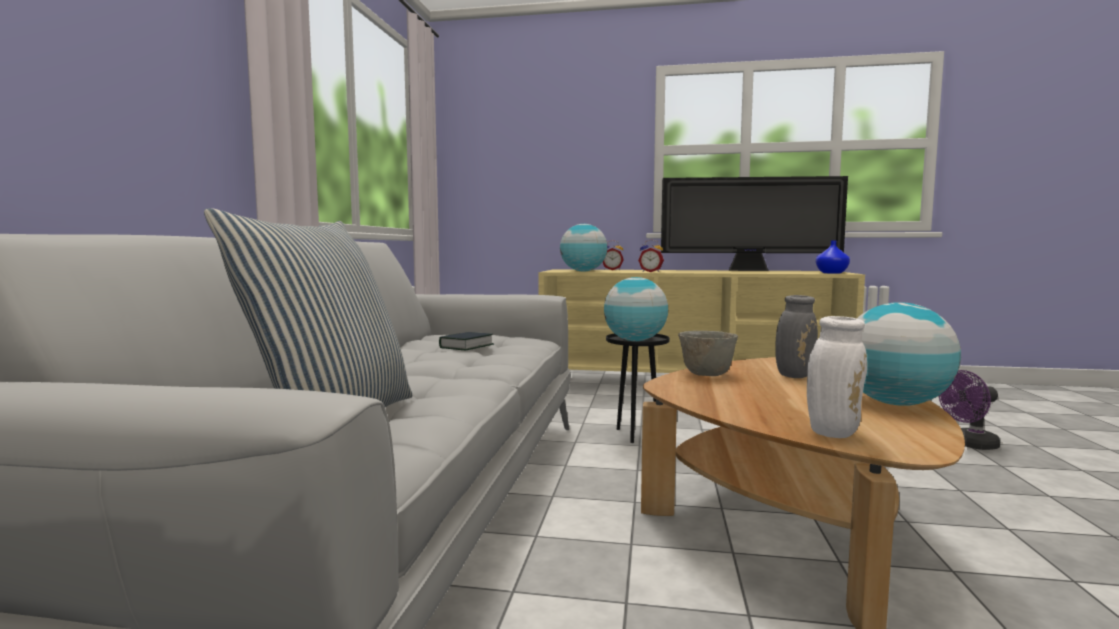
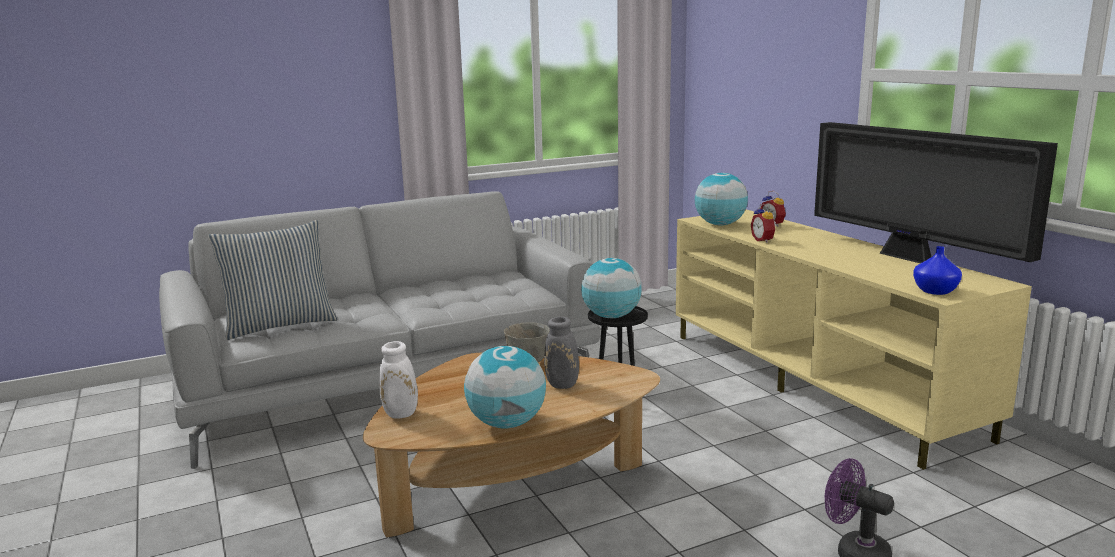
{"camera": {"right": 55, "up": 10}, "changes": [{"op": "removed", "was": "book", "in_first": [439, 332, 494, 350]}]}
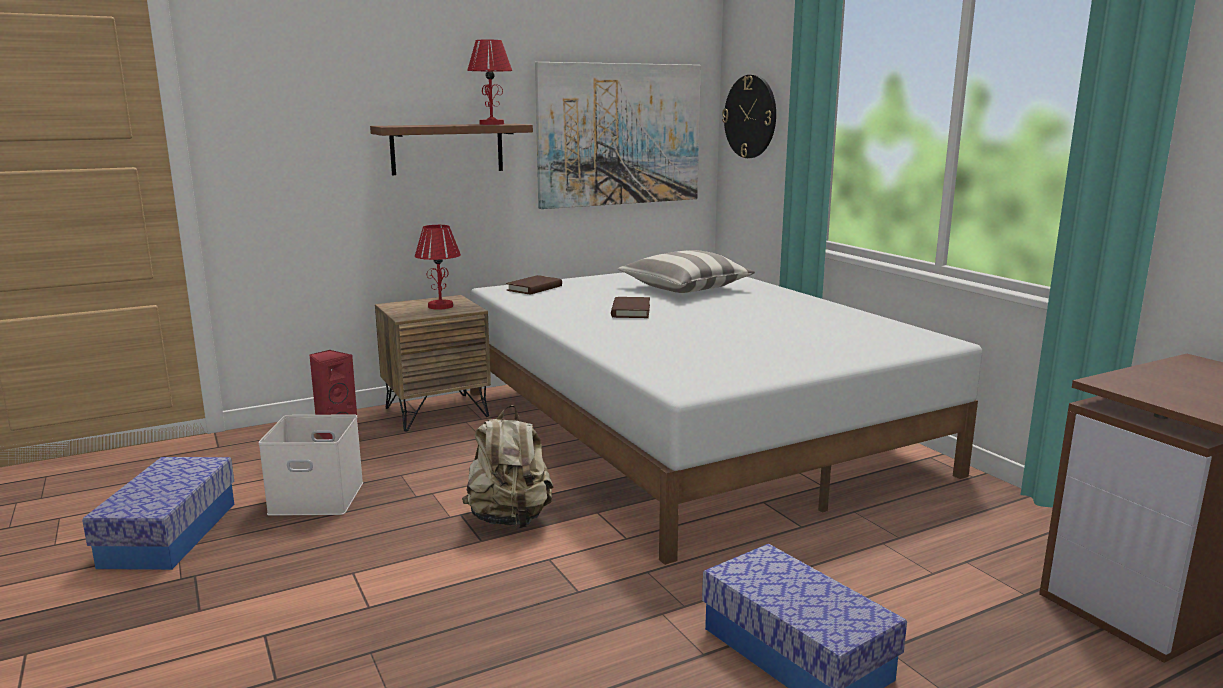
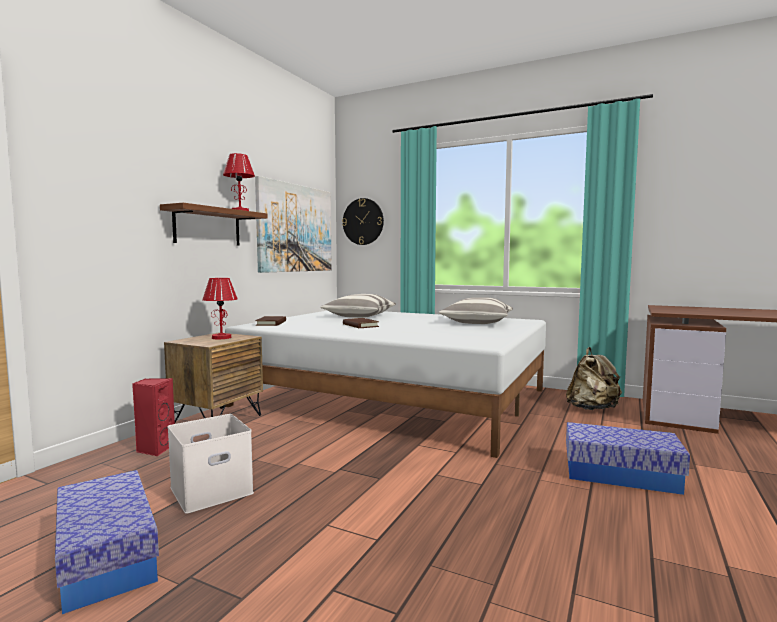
{"camera": {"right": -35, "up": -10}, "changes": [{"op": "moved", "was": "beige rucksack", "in_first": [462, 405, 553, 528], "in_second": [566, 347, 622, 410]}, {"op": "added", "now": "throw pillow", "in_second": [439, 297, 513, 324]}]}
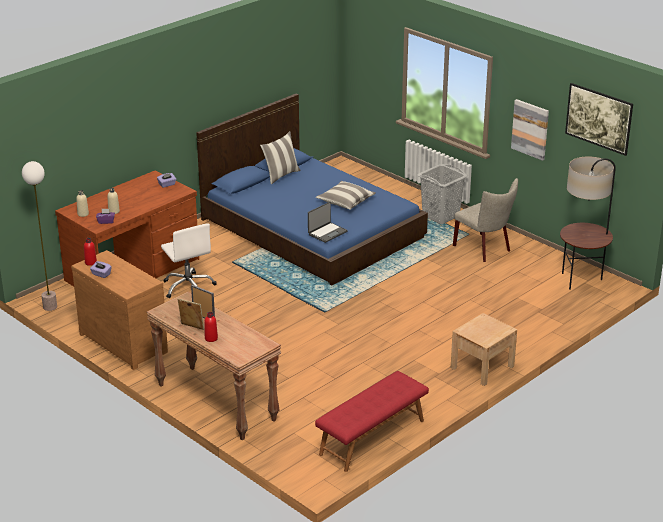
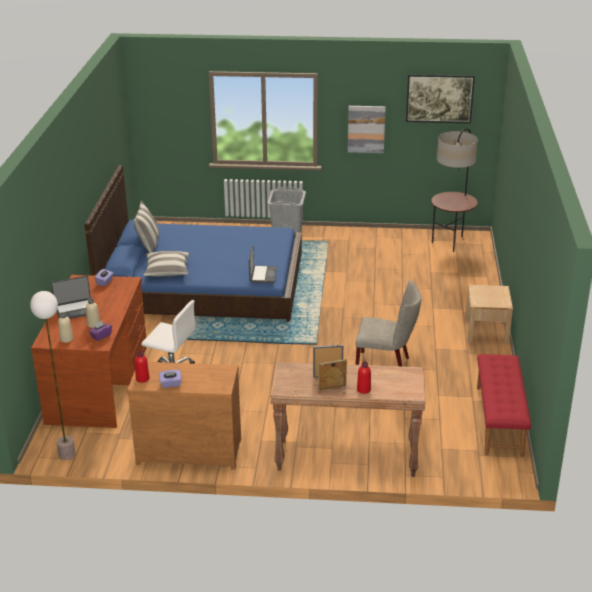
{"camera": {"right": -40, "up": 0}, "changes": [{"op": "moved", "was": "throw pillow", "in_first": [316, 181, 376, 210], "in_second": [143, 251, 190, 277]}, {"op": "moved", "was": "beige plain chair", "in_first": [453, 178, 518, 262], "in_second": [355, 280, 422, 367]}, {"op": "added", "now": "notebook computer", "in_second": [51, 276, 91, 319]}]}
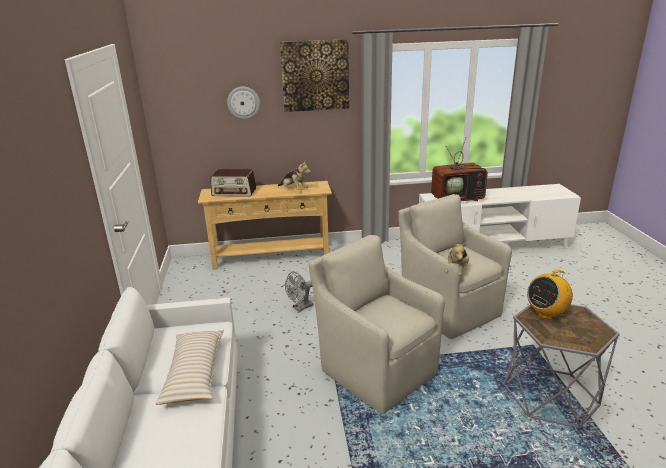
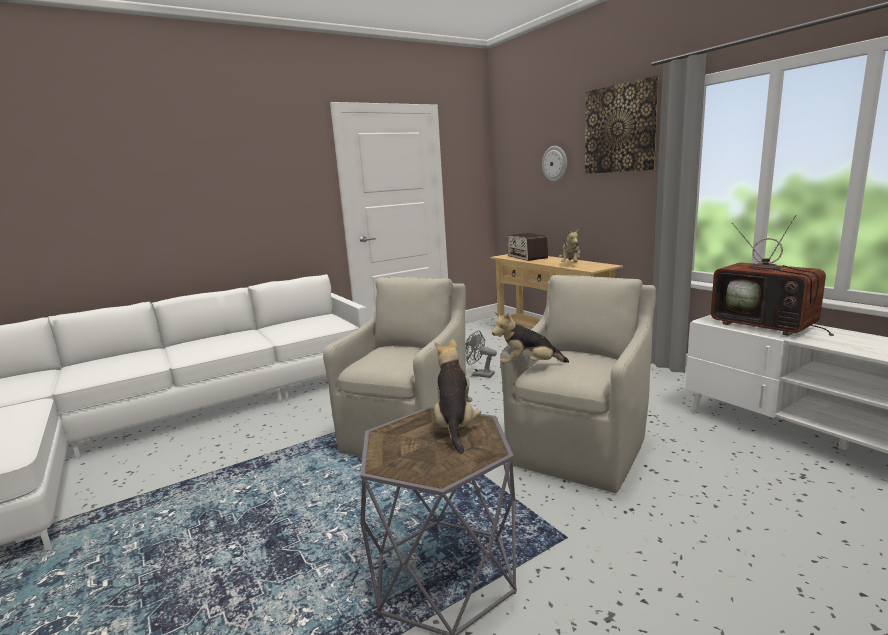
{"camera": {"right": 65, "up": -10}, "changes": [{"op": "removed", "was": "beige throw pillow", "in_first": [156, 330, 224, 405]}, {"op": "replaced", "was": "radio set", "now": "plush toy", "in_first": [527, 270, 573, 319], "in_second": [434, 339, 481, 454]}]}
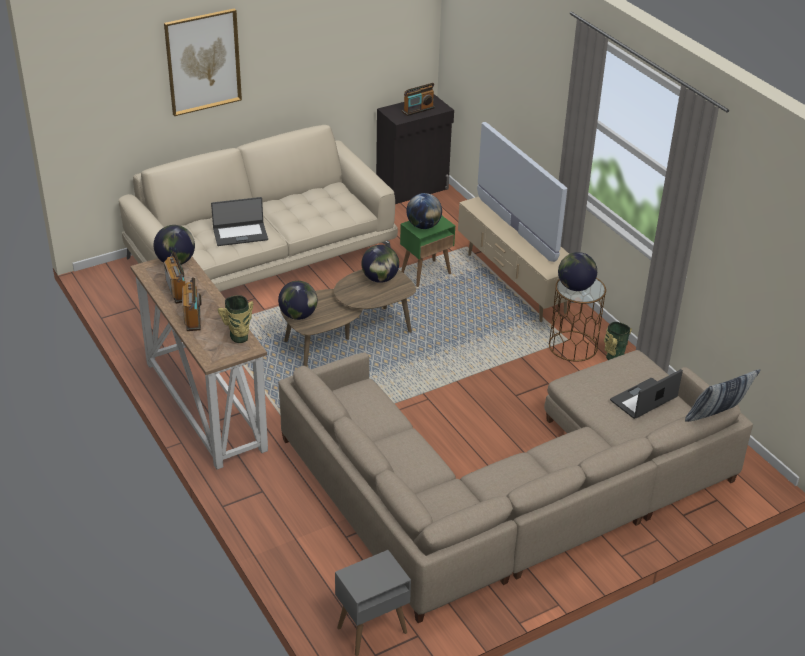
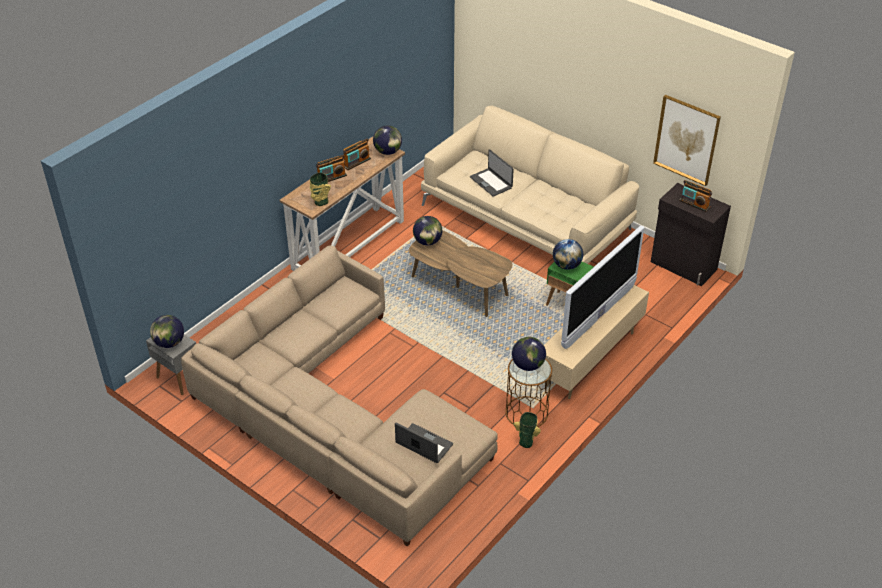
{"camera": {"right": 70, "up": 5}, "changes": [{"op": "moved", "was": "picture", "in_first": [164, 8, 242, 116], "in_second": [653, 95, 721, 186]}, {"op": "moved", "was": "world globe", "in_first": [361, 245, 399, 283], "in_second": [150, 315, 184, 348]}, {"op": "removed", "was": "throw pillow", "in_first": [685, 369, 760, 422]}]}
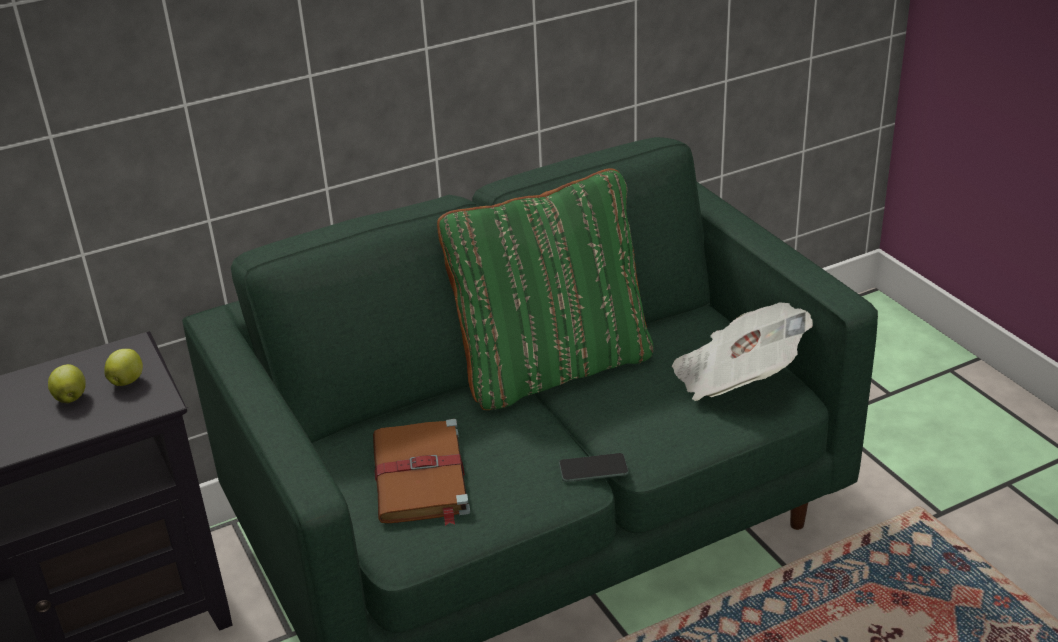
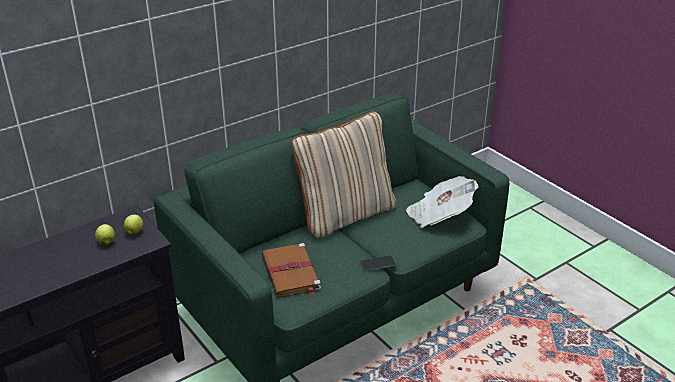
{"camera": {"right": -10, "up": 0}, "changes": [{"op": "recoloured", "was": "green throw pillow", "now": "beige throw pillow", "in_first": [437, 168, 653, 410], "in_second": [291, 111, 396, 238]}]}
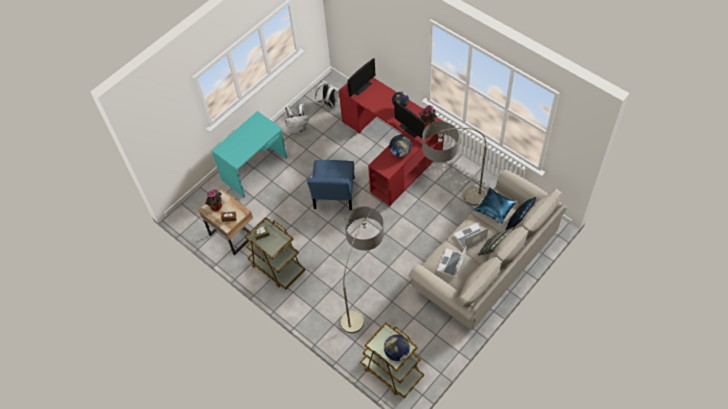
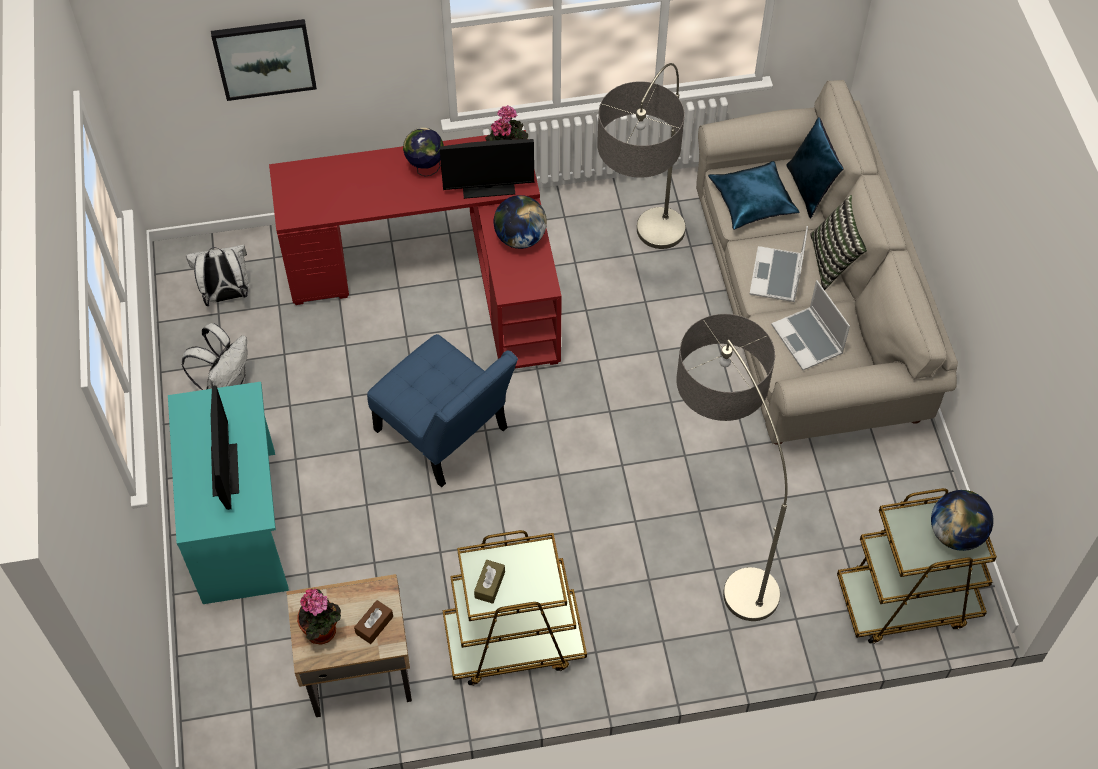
{"camera": {"right": -55, "up": 0}, "changes": [{"op": "moved", "was": "computer display", "in_first": [347, 58, 376, 97], "in_second": [211, 385, 239, 510]}, {"op": "added", "now": "picture", "in_second": [211, 19, 317, 101]}]}
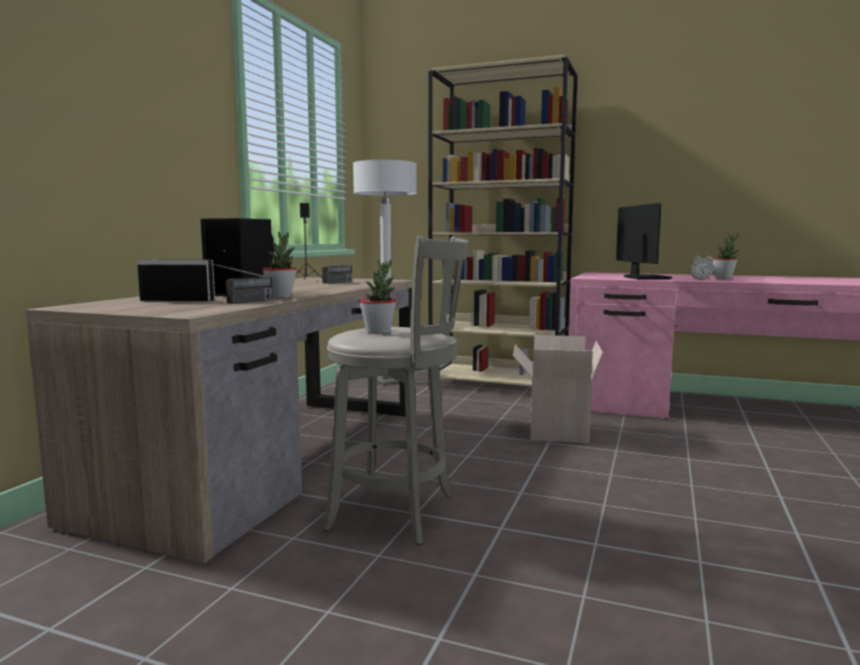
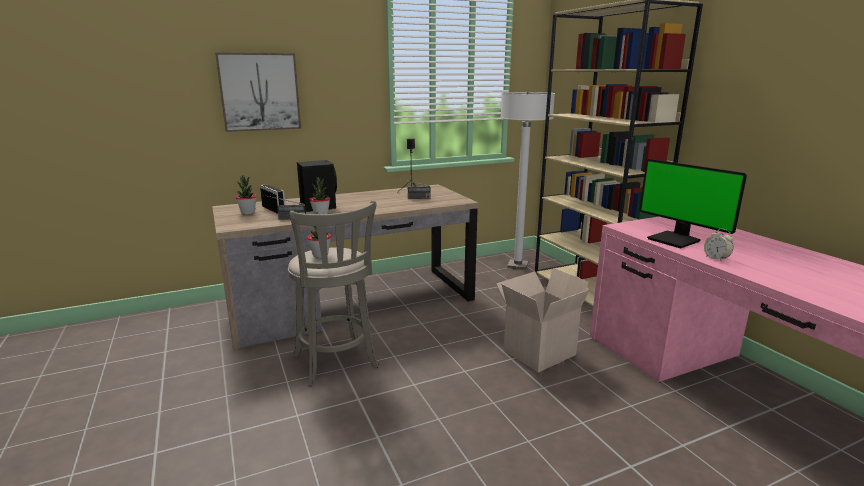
{"camera": {"right": 45, "up": 10}, "changes": [{"op": "turned", "was": "computer display", "in_first": [616, 203, 672, 280], "in_second": [640, 159, 747, 249], "clockwise": 105}, {"op": "moved", "was": "houseplant", "in_first": [712, 233, 739, 279], "in_second": [235, 175, 257, 215]}, {"op": "added", "now": "picture", "in_second": [215, 52, 301, 132]}]}
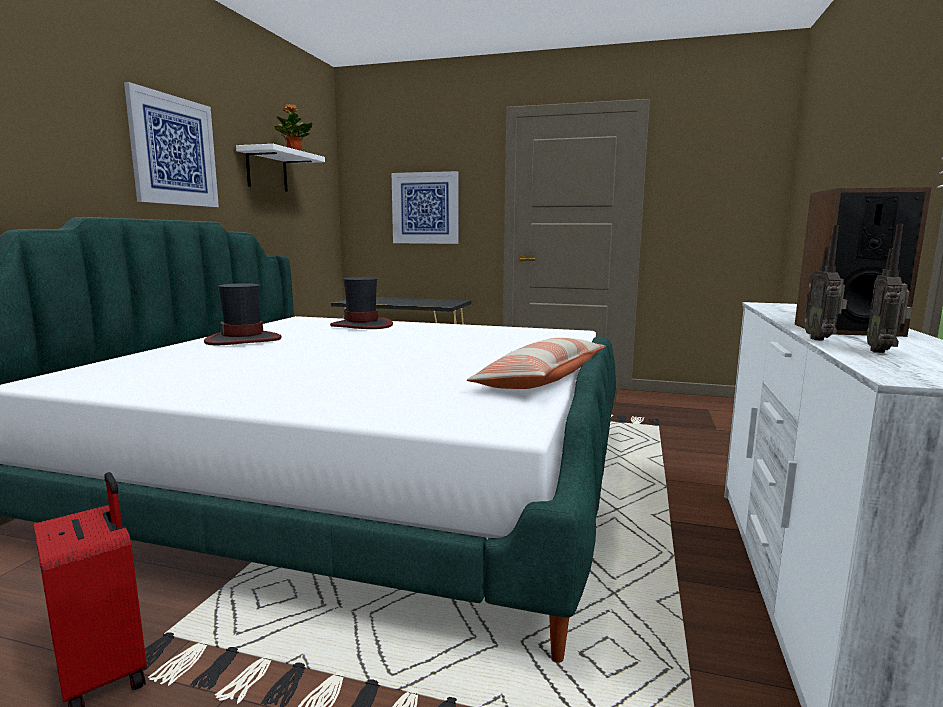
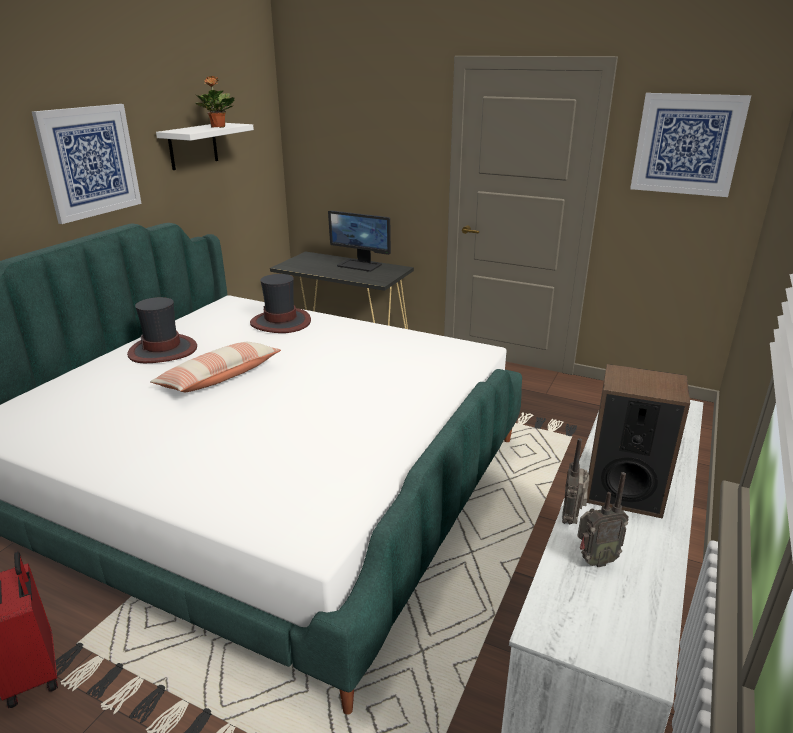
{"camera": {"right": 10, "up": 15}, "changes": [{"op": "moved", "was": "picture", "in_first": [392, 171, 458, 244], "in_second": [630, 93, 751, 197]}, {"op": "moved", "was": "throw pillow", "in_first": [467, 338, 606, 389], "in_second": [150, 342, 281, 392]}, {"op": "turned", "was": "radio set", "in_first": [867, 224, 913, 353], "in_second": [577, 472, 629, 567], "clockwise": -135}, {"op": "added", "now": "computer display", "in_second": [328, 210, 391, 272]}]}
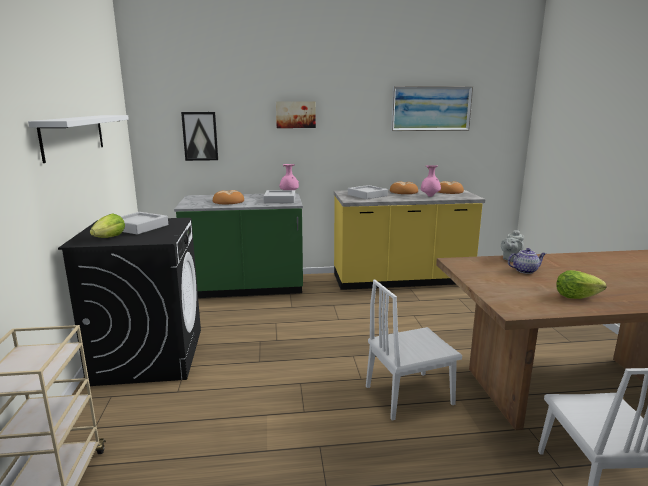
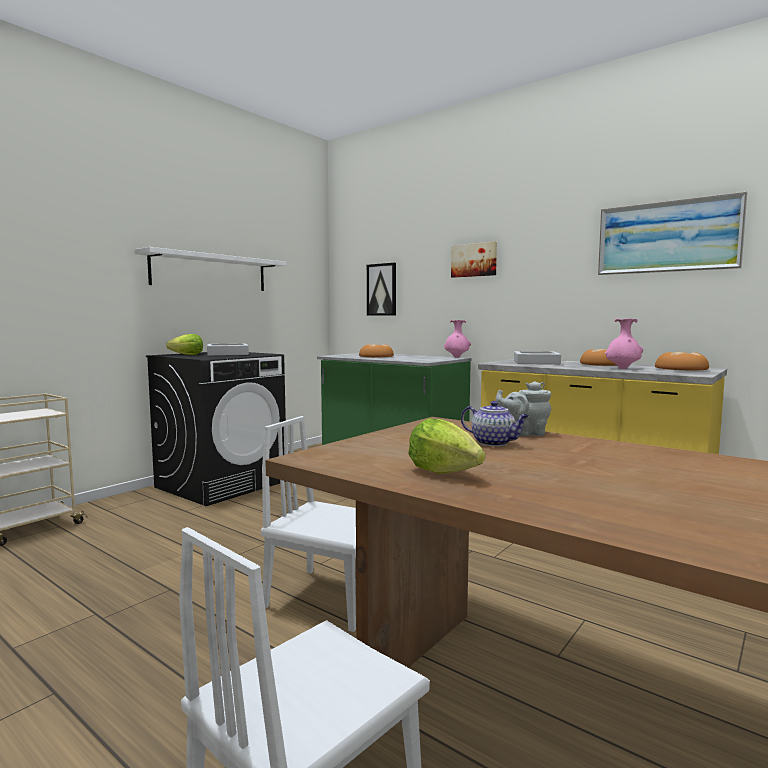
{"camera": {"right": 45, "up": -10}, "changes": [{"op": "removed", "was": "grey tray", "in_first": [263, 190, 295, 203]}]}
